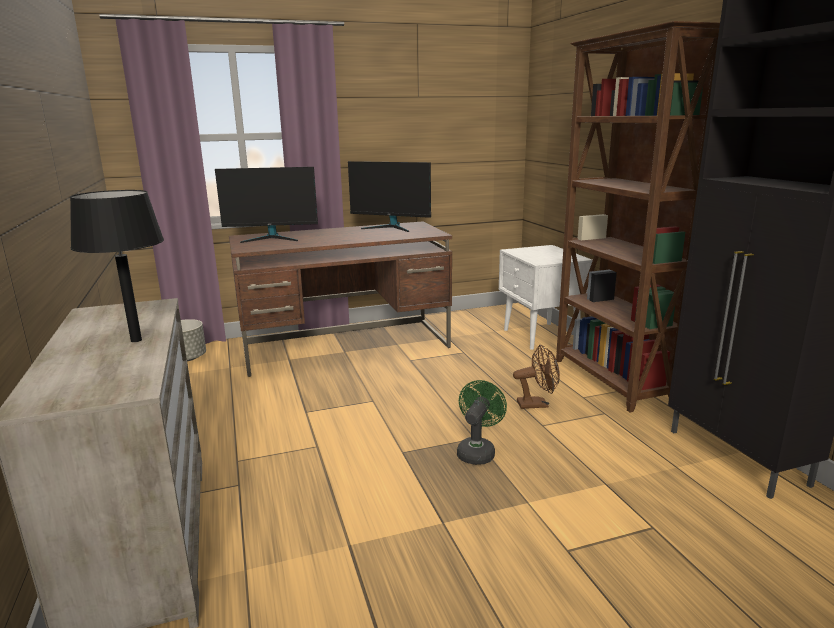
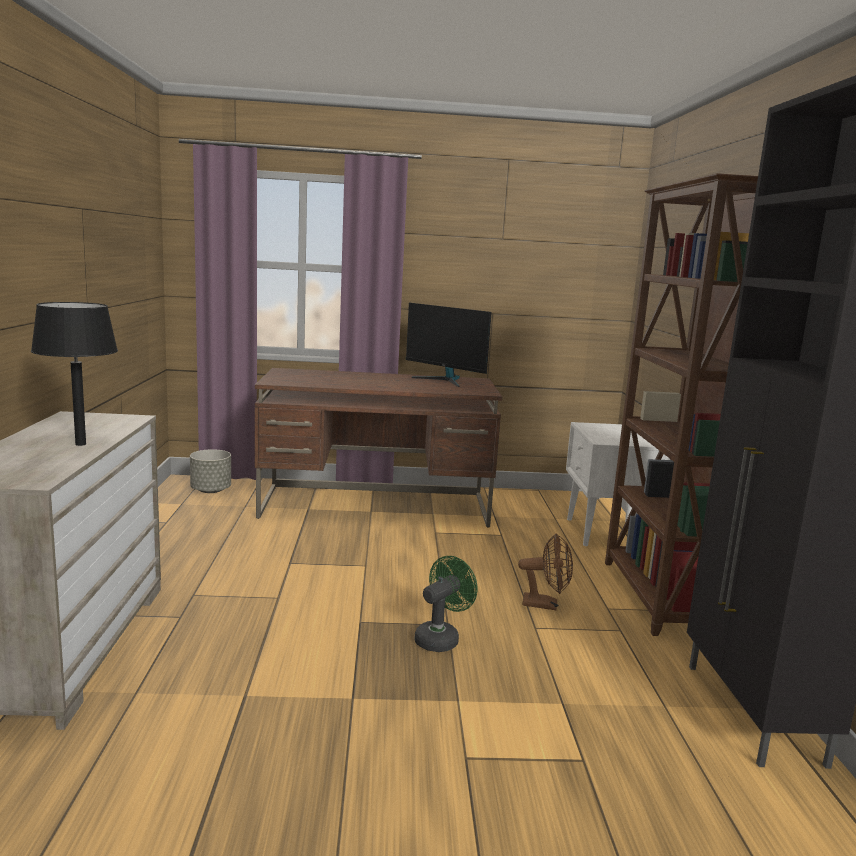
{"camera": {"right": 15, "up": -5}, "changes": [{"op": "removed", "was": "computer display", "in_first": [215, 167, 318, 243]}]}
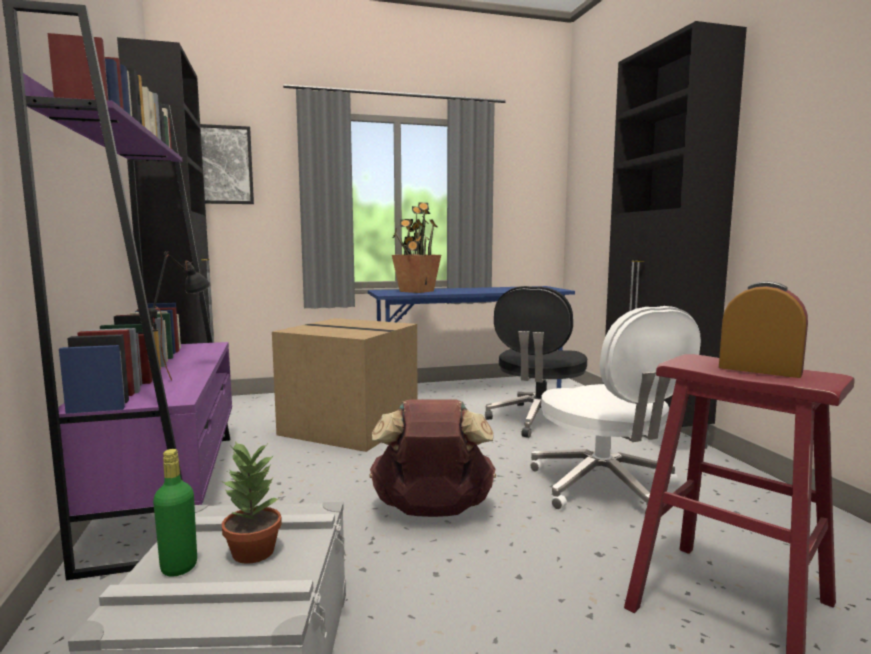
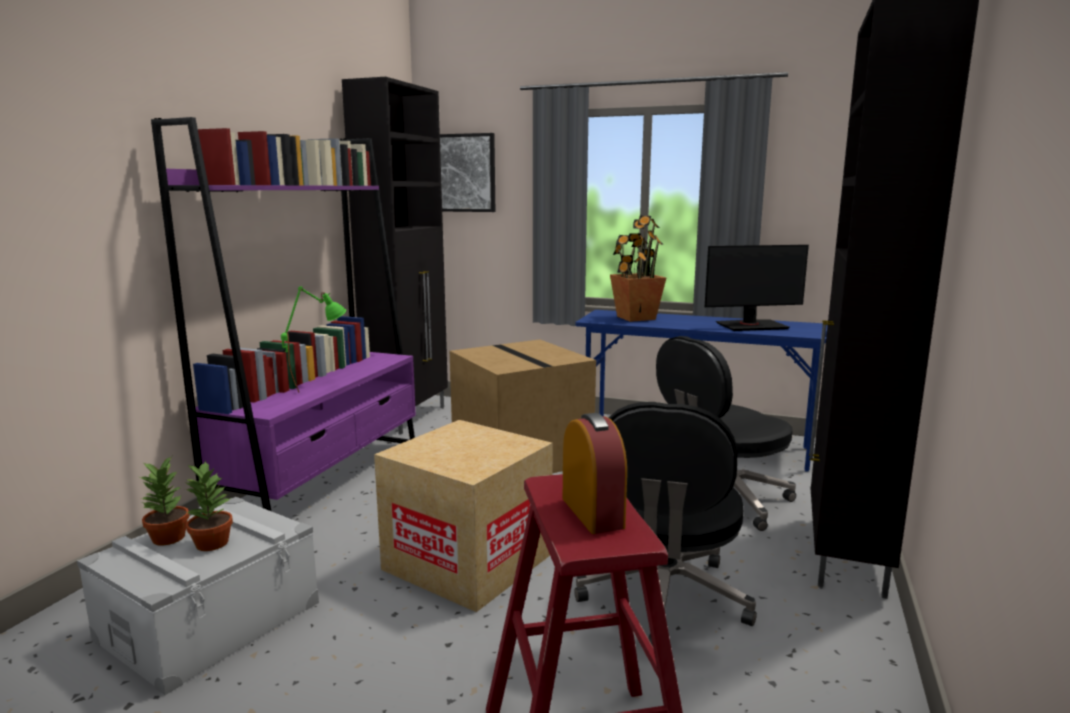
{"camera": {"right": 35, "up": 5}, "changes": [{"op": "recoloured", "was": "black table lamp", "now": "green table lamp", "in_first": [148, 251, 211, 381], "in_second": [281, 286, 346, 393]}, {"op": "replaced", "was": "green bottle", "now": "houseplant", "in_first": [153, 449, 197, 577], "in_second": [139, 456, 189, 546]}, {"op": "replaced", "was": "brown-coloured rucksack", "now": "cardboard box", "in_first": [369, 399, 496, 517], "in_second": [374, 420, 553, 612]}, {"op": "recoloured", "was": "whitish computer chair", "now": "black computer chair", "in_first": [530, 306, 701, 514], "in_second": [574, 402, 757, 646]}, {"op": "added", "now": "computer display", "in_second": [705, 245, 809, 331]}]}
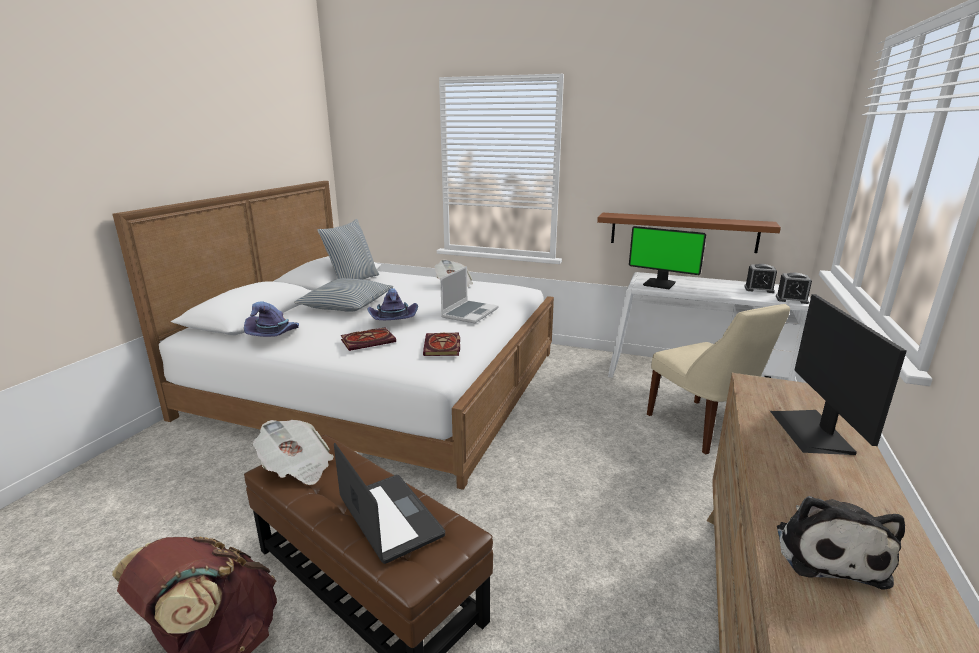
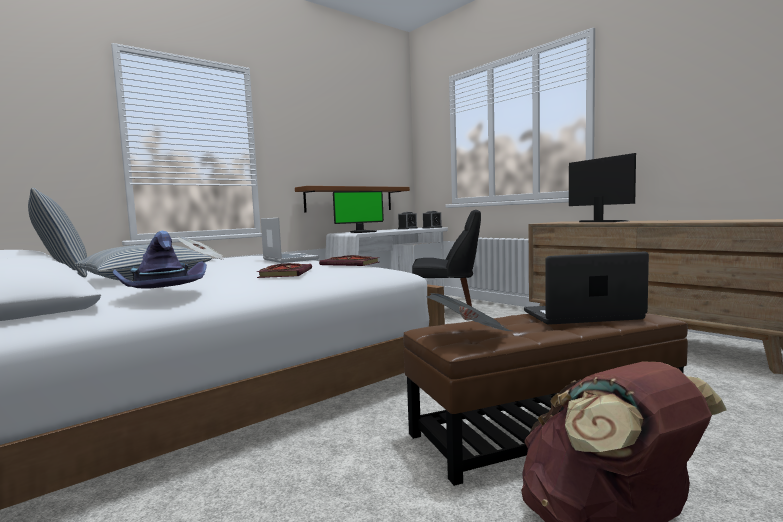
{"camera": {"right": -60, "up": -15}, "changes": [{"op": "removed", "was": "purple wearable hat", "in_first": [367, 288, 418, 320]}, {"op": "recoloured", "was": "beige plain chair", "now": "black plain chair", "in_first": [647, 304, 790, 454], "in_second": [412, 210, 481, 307]}, {"op": "turned", "was": "computer display", "in_first": [770, 294, 907, 455], "in_second": [569, 153, 636, 222], "clockwise": -150}, {"op": "removed", "was": "plush toy", "in_first": [777, 496, 905, 590]}]}
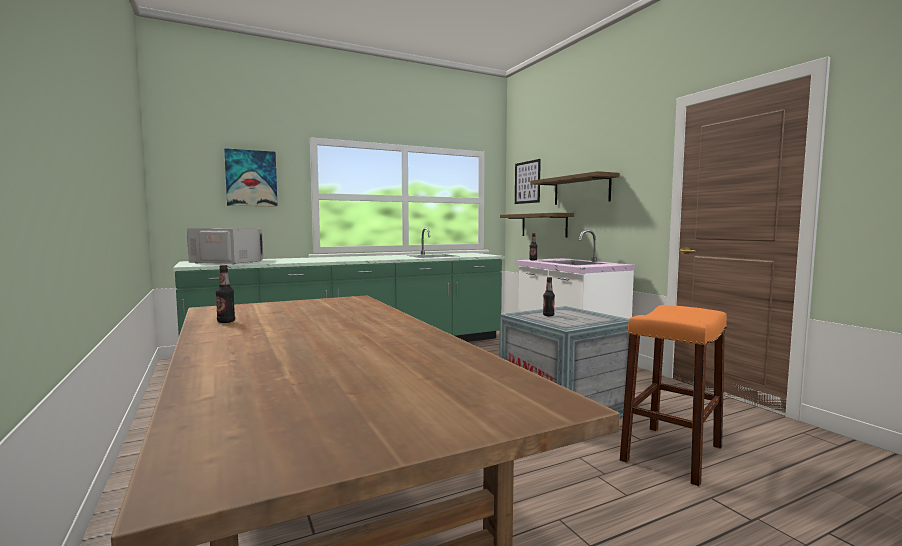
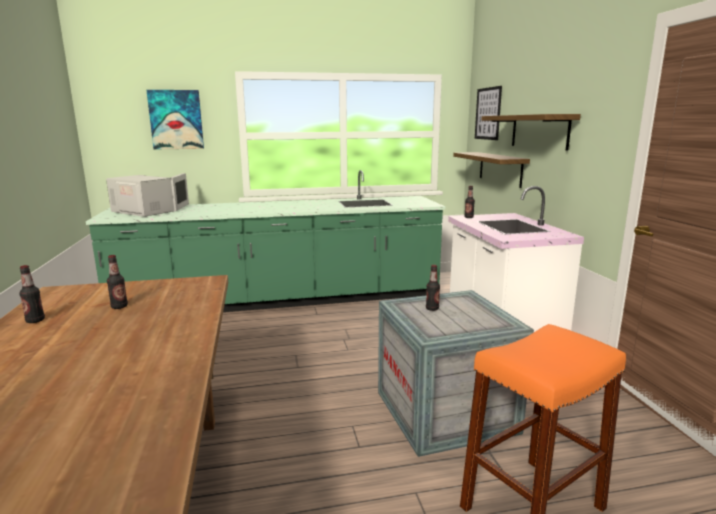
{"camera": {"right": 15, "up": 10}, "changes": [{"op": "added", "now": "bottle", "in_second": [107, 255, 128, 309]}]}
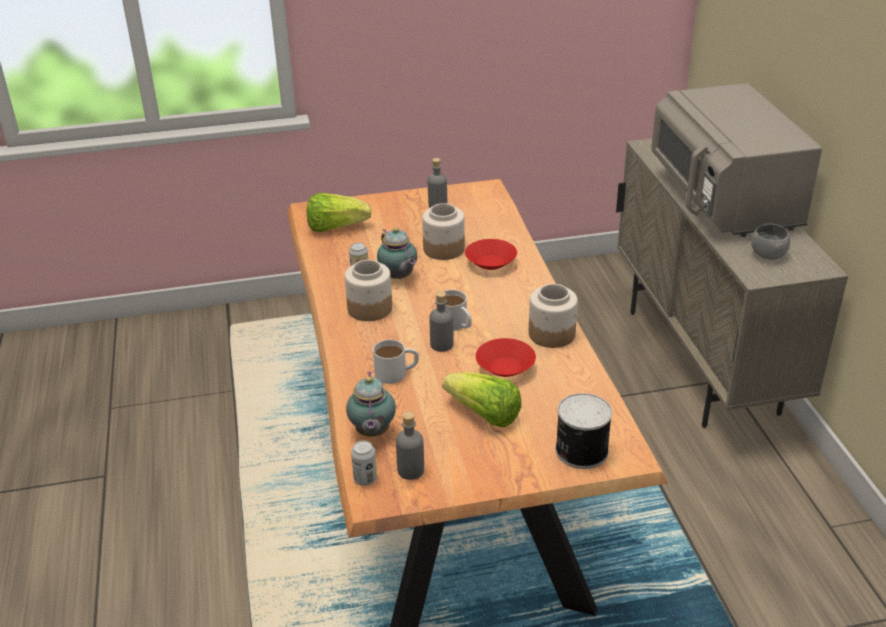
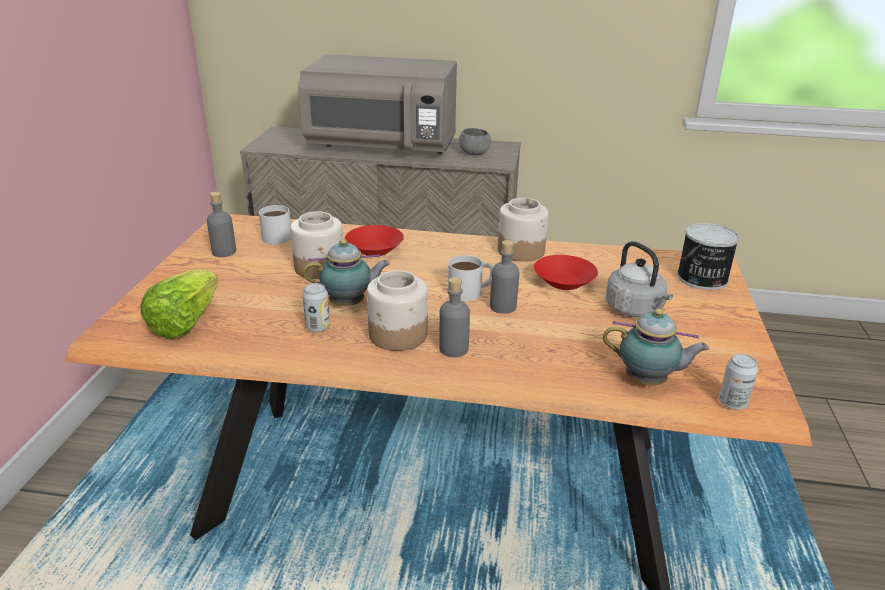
{"camera": {"right": -70, "up": -5}, "changes": [{"op": "moved", "was": "whitish mug", "in_first": [373, 340, 419, 384], "in_second": [259, 205, 291, 244]}, {"op": "moved", "was": "grey bottle", "in_first": [396, 412, 424, 480], "in_second": [439, 277, 470, 357]}, {"op": "replaced", "was": "lettuce", "now": "grey kettle", "in_first": [442, 372, 521, 427], "in_second": [606, 241, 673, 318]}]}
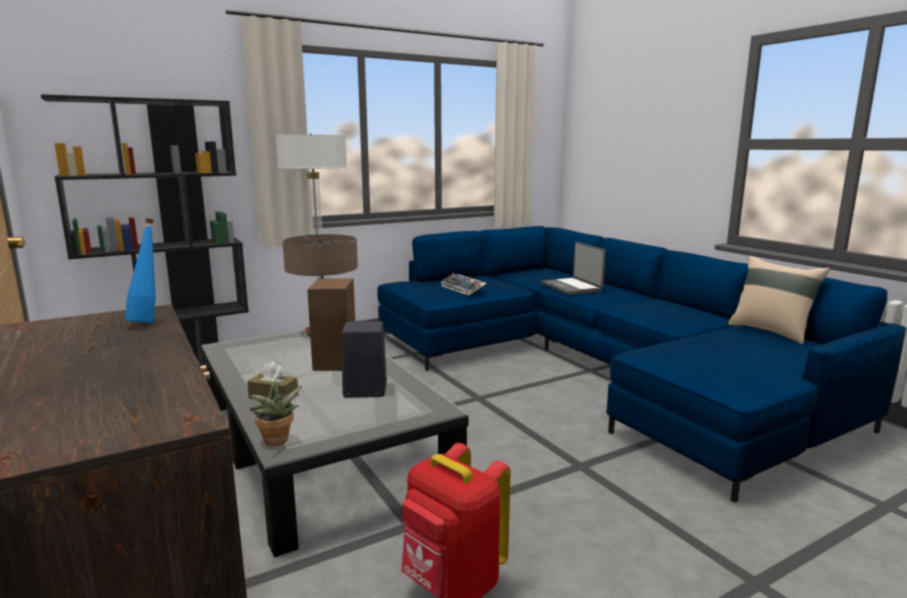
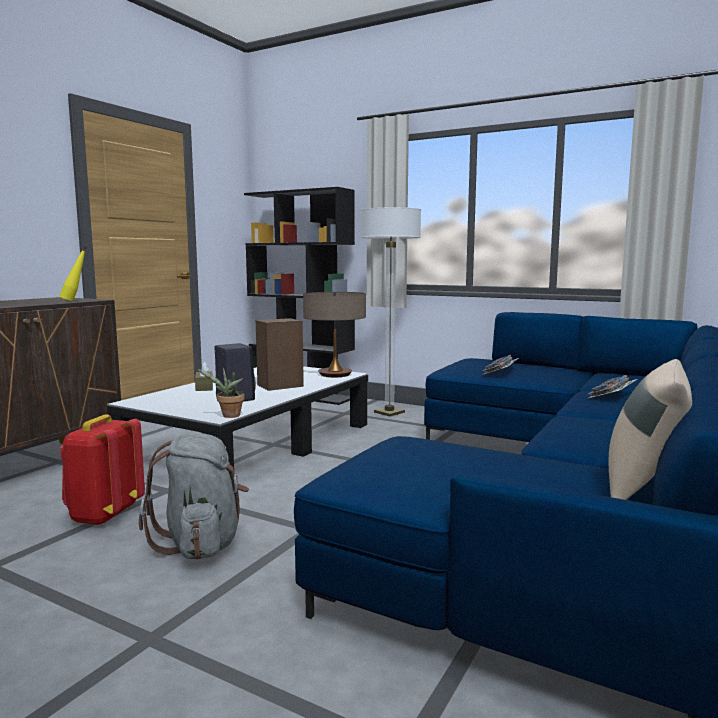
{"camera": {"right": 60, "up": -5}, "changes": [{"op": "recoloured", "was": "blue-coloured bottle", "now": "yellow-coloured bottle", "in_first": [125, 218, 156, 323], "in_second": [59, 246, 87, 301]}, {"op": "moved", "was": "houseplant", "in_first": [249, 381, 302, 446], "in_second": [197, 368, 245, 418]}, {"op": "replaced", "was": "notebook computer", "now": "computer keyboard", "in_first": [541, 242, 606, 295], "in_second": [587, 375, 637, 399]}, {"op": "added", "now": "grey rucksack", "in_second": [139, 432, 249, 560]}]}
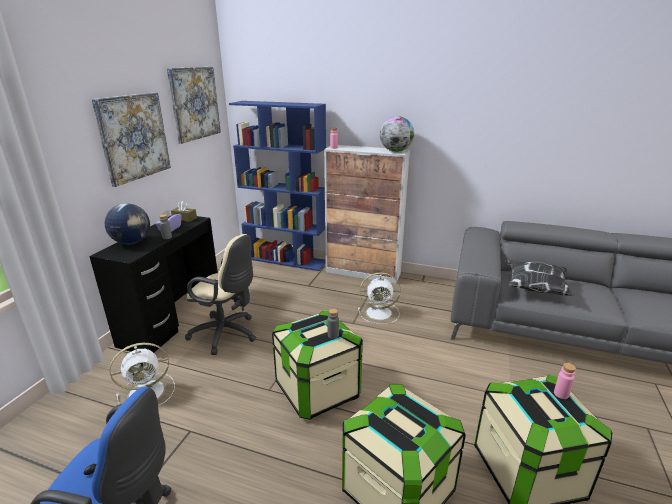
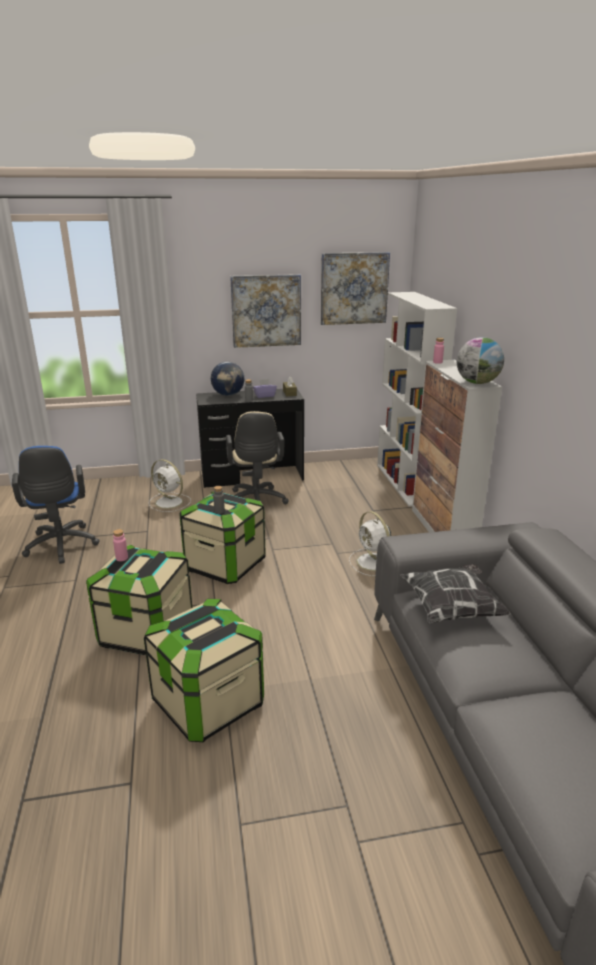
{"camera": {"right": 60, "up": 0}, "changes": [{"op": "recoloured", "was": "blue-coloured bookcase", "now": "whitish bookcase", "in_first": [229, 101, 326, 271], "in_second": [377, 292, 457, 507]}, {"op": "moved", "was": "pinkish bottle", "in_first": [554, 363, 576, 399], "in_second": [113, 529, 128, 561]}]}
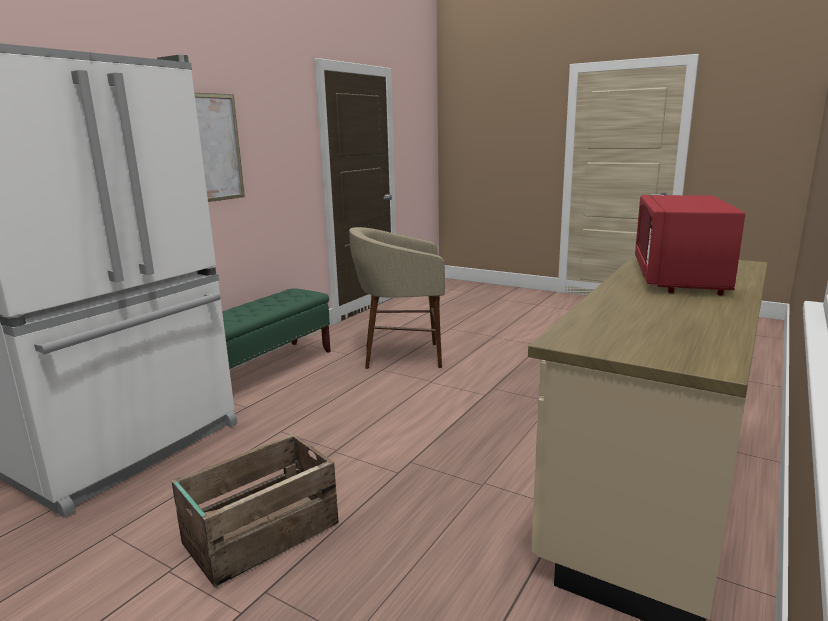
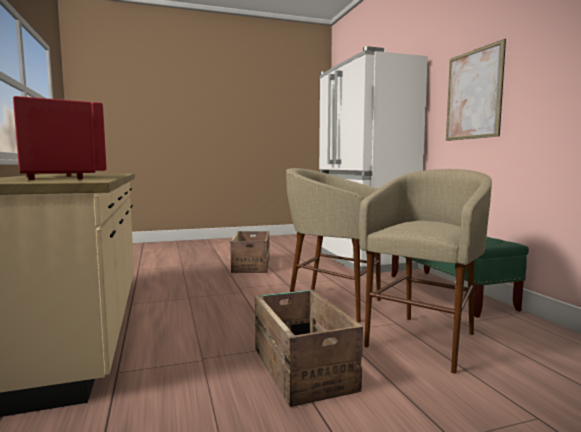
{"camera": {"right": 130, "up": -10}, "changes": [{"op": "added", "now": "shipping crate", "in_second": [255, 290, 363, 407]}, {"op": "added", "now": "beige stool", "in_second": [286, 168, 381, 323]}]}
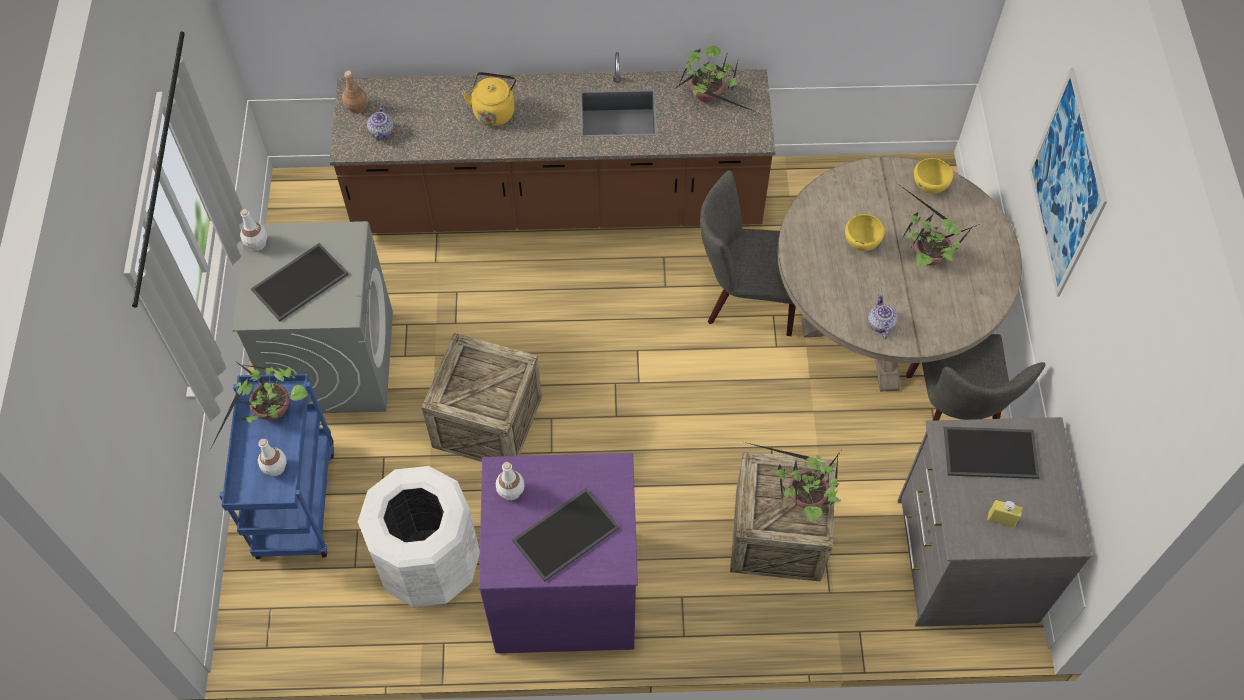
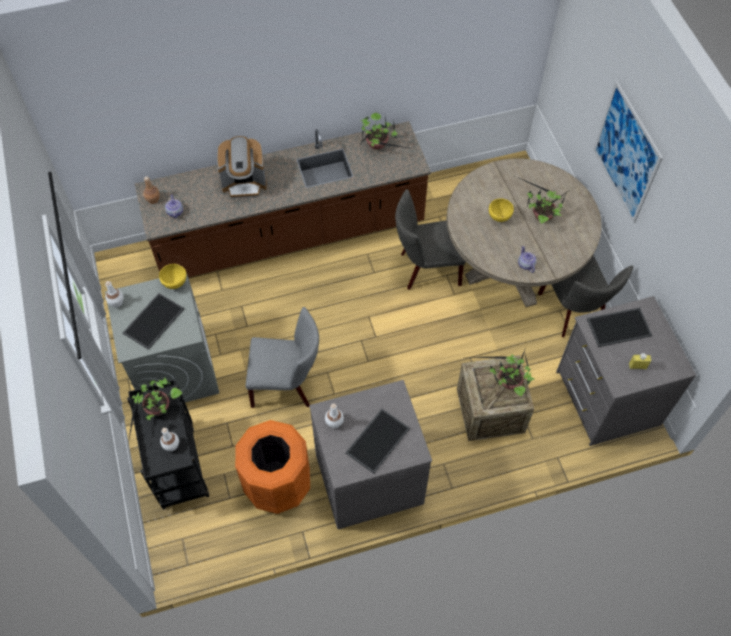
{"camera": {"right": -15, "up": 0}, "changes": [{"op": "recoloured", "was": "blue-coloured cart", "now": "black cart", "in_first": [219, 374, 334, 559], "in_second": [127, 380, 209, 510]}, {"op": "recoloured", "was": "whitish trash can", "now": "orangey trash can", "in_first": [358, 466, 480, 607], "in_second": [235, 420, 310, 514]}, {"op": "replaced", "was": "shipping crate", "now": "grey plain chair", "in_first": [422, 333, 542, 462], "in_second": [245, 307, 319, 408]}, {"op": "replaced", "was": "yellow-coloured kettle", "now": "coffee maker", "in_first": [462, 72, 516, 126], "in_second": [217, 136, 267, 198]}, {"op": "recoloured", "was": "purple dresser", "now": "grey dresser", "in_first": [479, 453, 638, 653], "in_second": [309, 380, 432, 529]}, {"op": "moved", "was": "yellow-coloured deep dish", "in_first": [914, 158, 953, 194], "in_second": [159, 264, 187, 289]}]}
